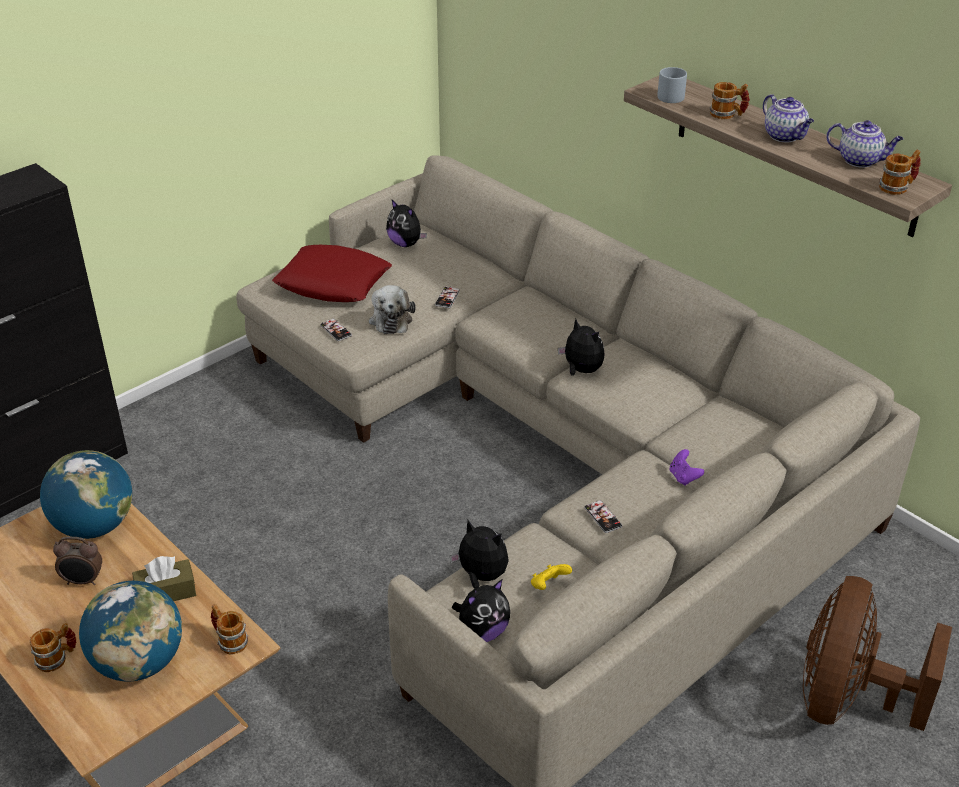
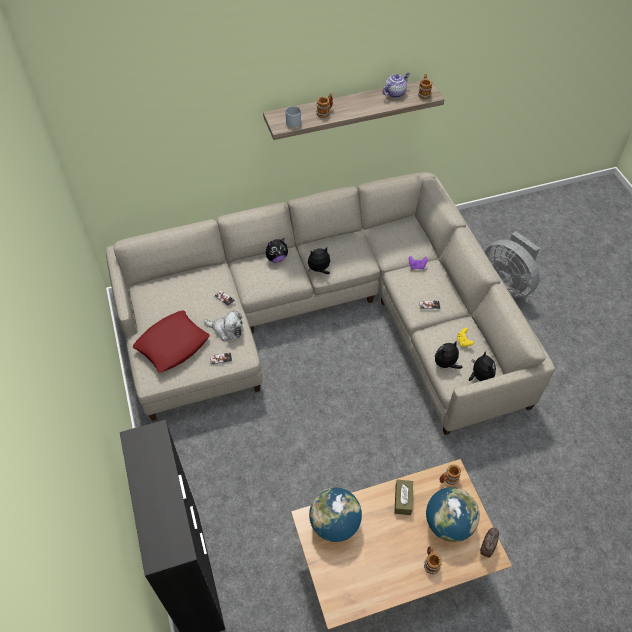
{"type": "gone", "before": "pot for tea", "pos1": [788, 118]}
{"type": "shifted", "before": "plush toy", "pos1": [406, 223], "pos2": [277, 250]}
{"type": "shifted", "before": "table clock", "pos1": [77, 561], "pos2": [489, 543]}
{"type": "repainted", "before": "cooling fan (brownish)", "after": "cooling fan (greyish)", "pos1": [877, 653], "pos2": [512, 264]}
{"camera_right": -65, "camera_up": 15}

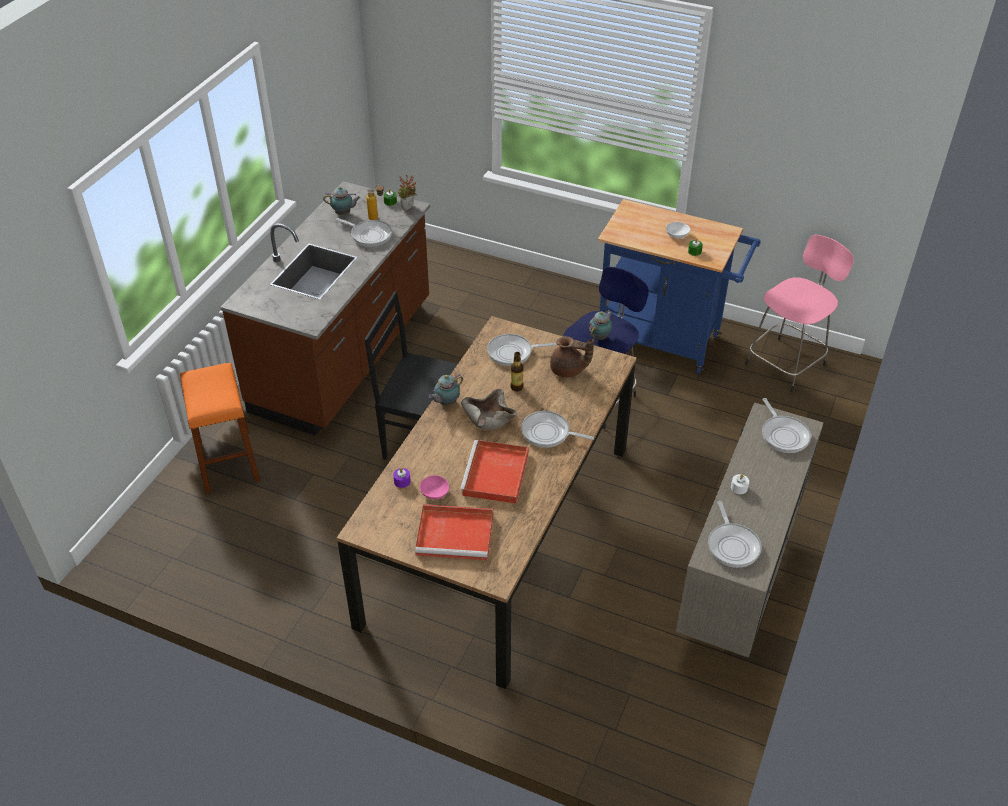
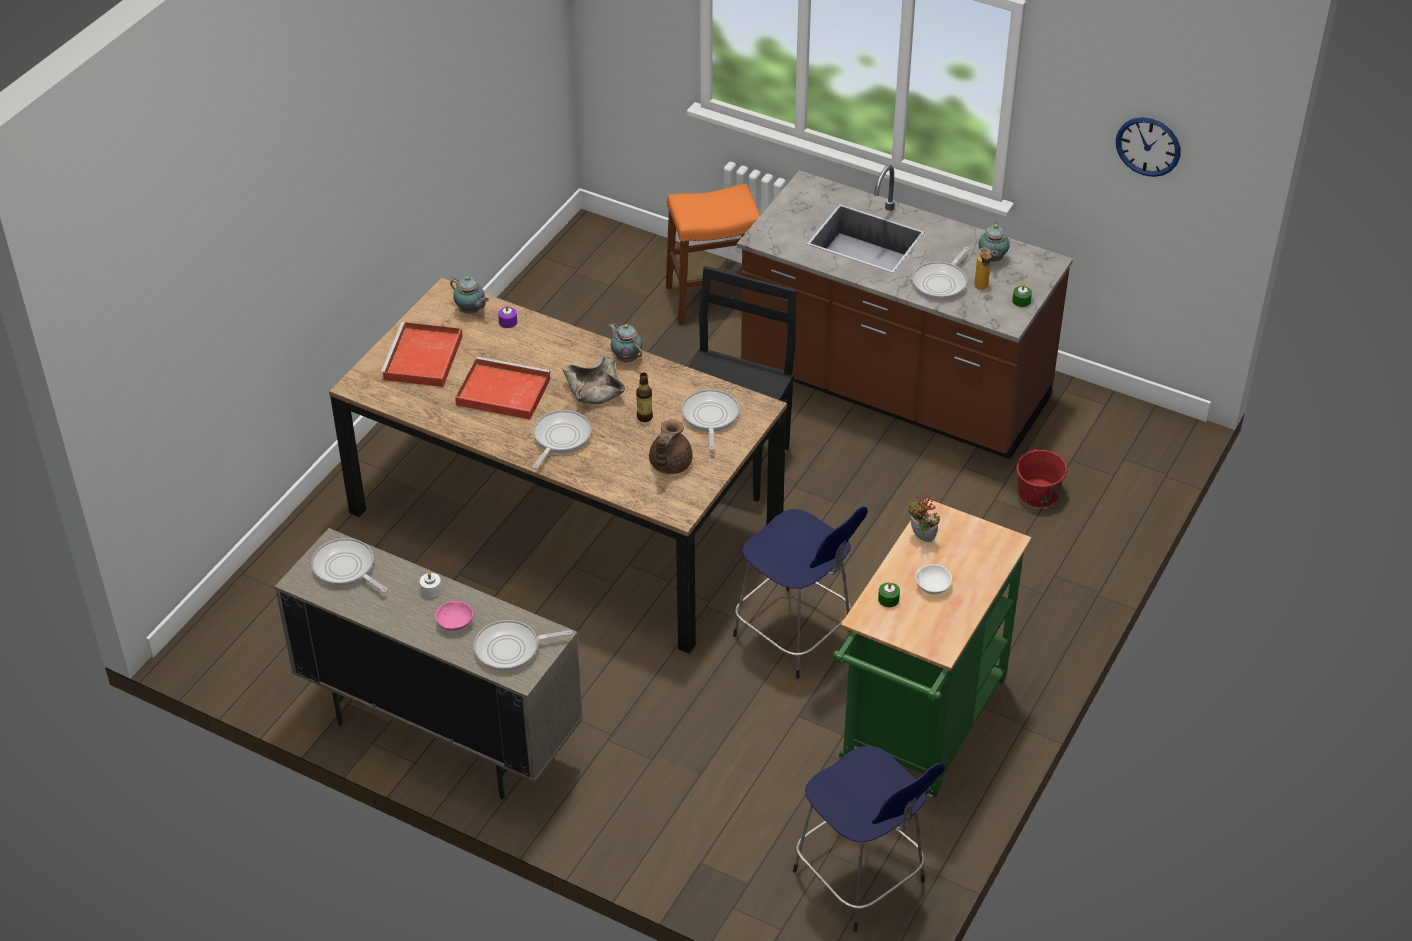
{"type": "shifted", "before": "houseplant", "pos1": [407, 193], "pos2": [924, 515]}
{"type": "repainted", "before": "wheeled cart (blue-coloured)", "after": "wheeled cart (green)", "pos1": [679, 286], "pos2": [932, 648]}
{"type": "repainted", "before": "sitting stool (pink)", "after": "sitting stool (blue-coloured)", "pos1": [799, 313], "pos2": [869, 838]}
{"type": "shifted", "before": "pot for tea", "pos1": [600, 325], "pos2": [469, 295]}
{"type": "shifted", "before": "bowl (pink)", "pos1": [434, 487], "pos2": [454, 616]}
{"type": "rotated", "before": "skillet", "pos1": [735, 534], "pos2": [349, 565], "turn": 45}
{"type": "new", "after": "clock on the wall", "pos2": [1148, 147]}
{"type": "new", "after": "pail (red)", "pos2": [1041, 478]}
{"camera_right": 95, "camera_up": 0}

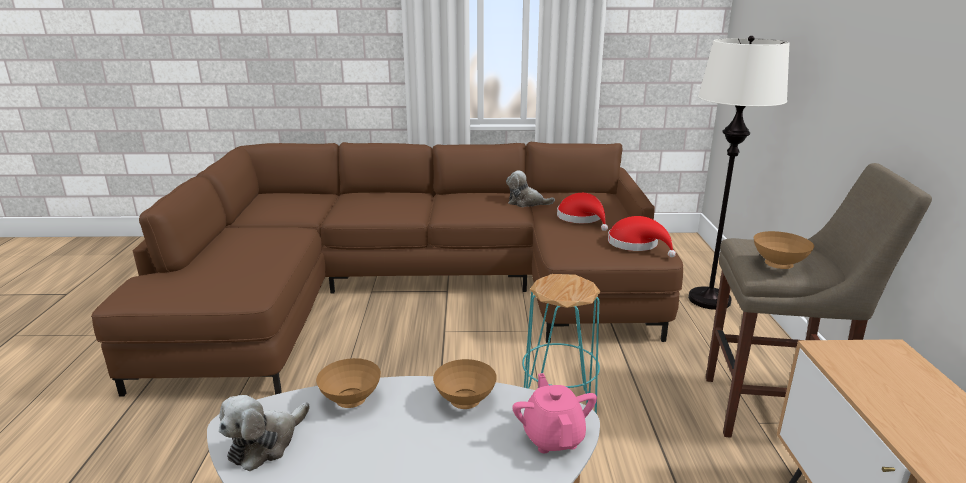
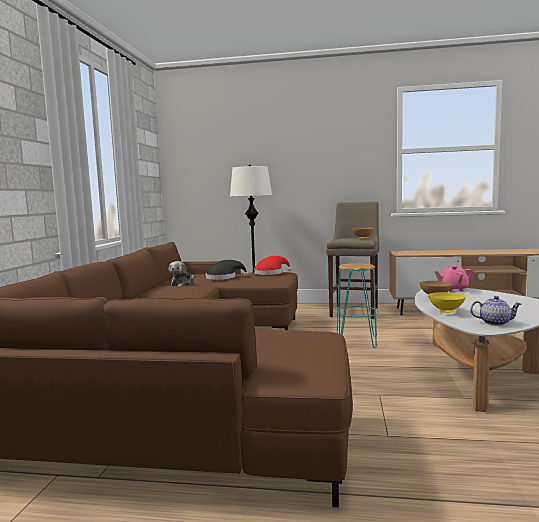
{"type": "repainted", "before": "hat (red)", "after": "hat (black)", "pos1": [582, 212], "pos2": [227, 270]}
{"type": "repainted", "before": "bowl (brownish)", "after": "bowl (yellowish)", "pos1": [348, 383], "pos2": [447, 302]}
{"type": "swapped", "before": "plush toy", "after": "pot for tea", "pos1": [264, 433], "pos2": [496, 311]}
{"camera_right": -80, "camera_up": -15}

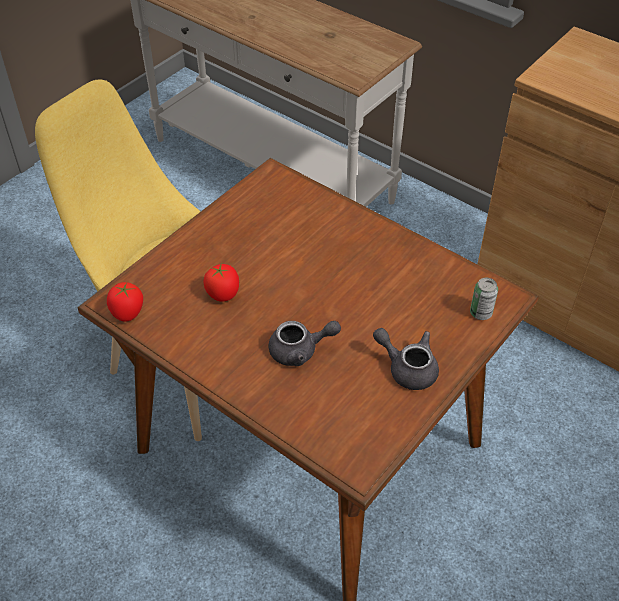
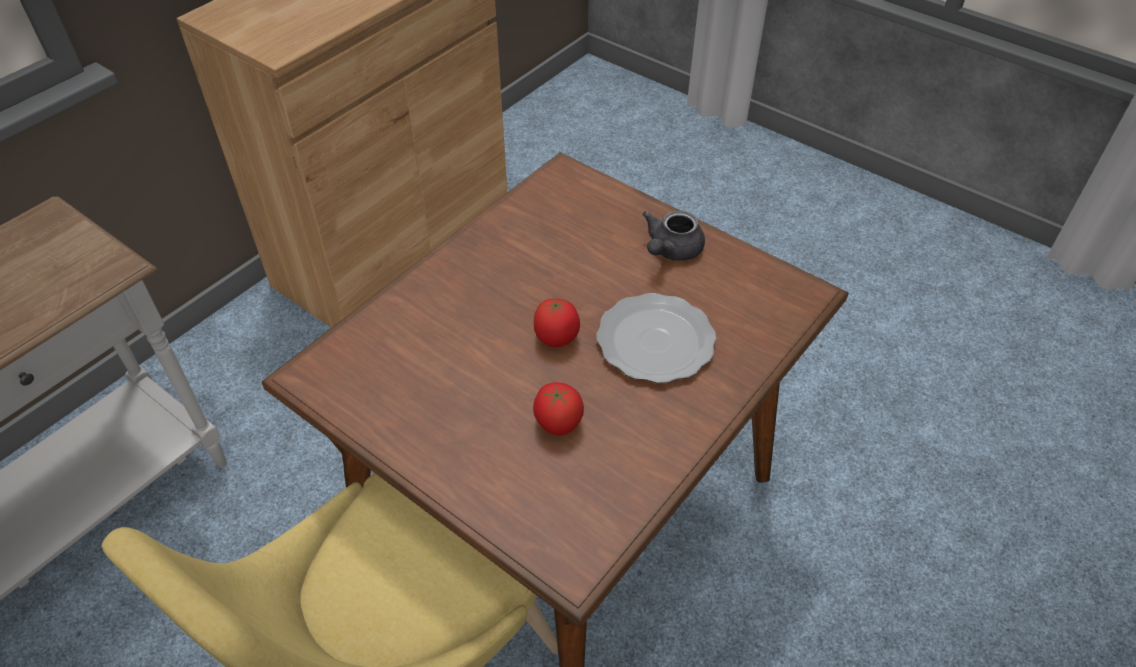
{"type": "gone", "before": "metal can", "pos1": [484, 299]}
{"type": "shifted", "before": "whole tomato", "pos1": [125, 302], "pos2": [557, 321]}
{"type": "swapped", "before": "pot for tea (greyish)", "after": "flat dish", "pos1": [305, 343], "pos2": [656, 338]}
{"camera_right": -90, "camera_up": 0}

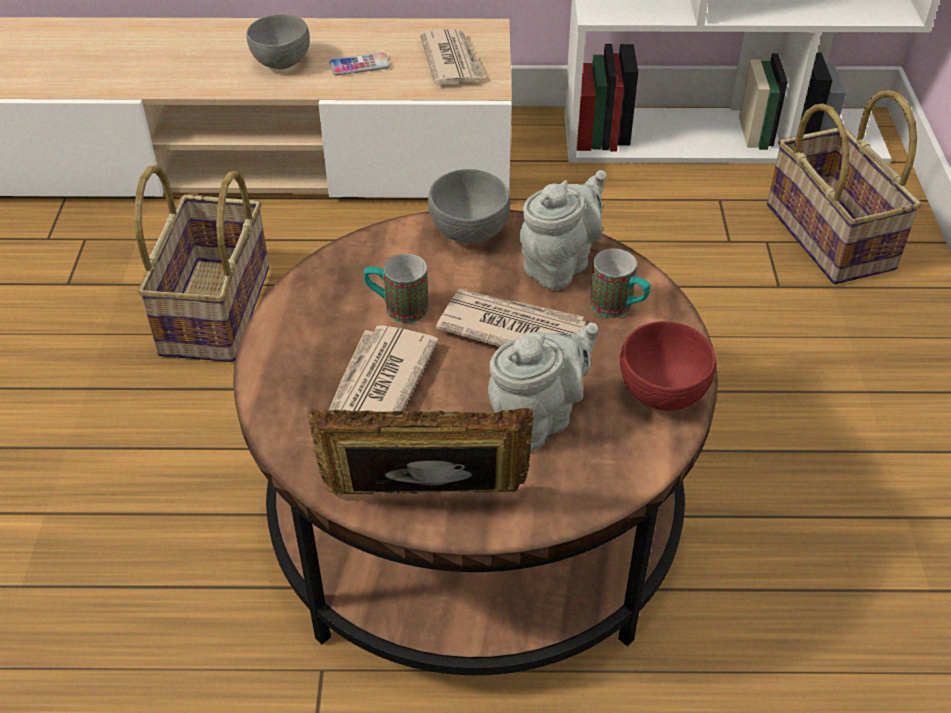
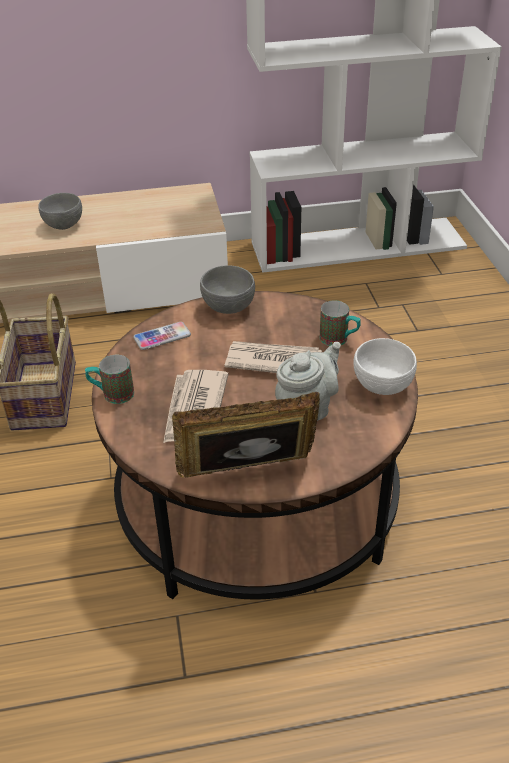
{"type": "gone", "before": "newspaper", "pos1": [453, 57]}
{"type": "shifted", "before": "telephone", "pos1": [359, 63], "pos2": [162, 336]}
{"type": "gone", "before": "storage basket", "pos1": [844, 187]}
{"type": "gone", "before": "pot for tea (greyish)", "pos1": [563, 230]}
{"type": "shifted", "before": "mug", "pos1": [396, 288], "pos2": [109, 379]}
{"type": "repainted", "before": "bowl (red)", "after": "bowl (white)", "pos1": [668, 366], "pos2": [385, 366]}
{"camera_right": -10, "camera_up": -5}

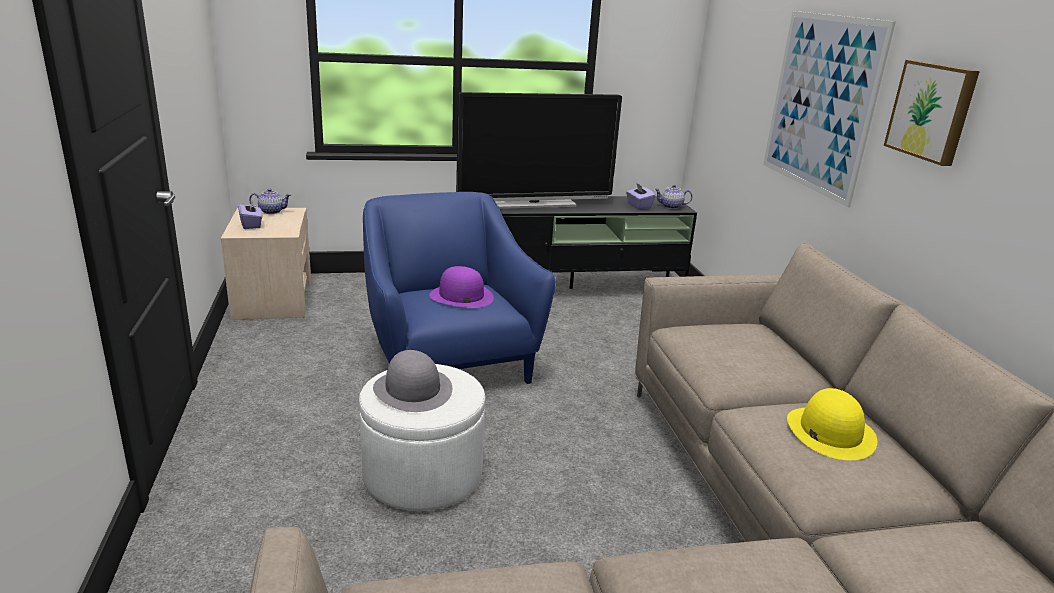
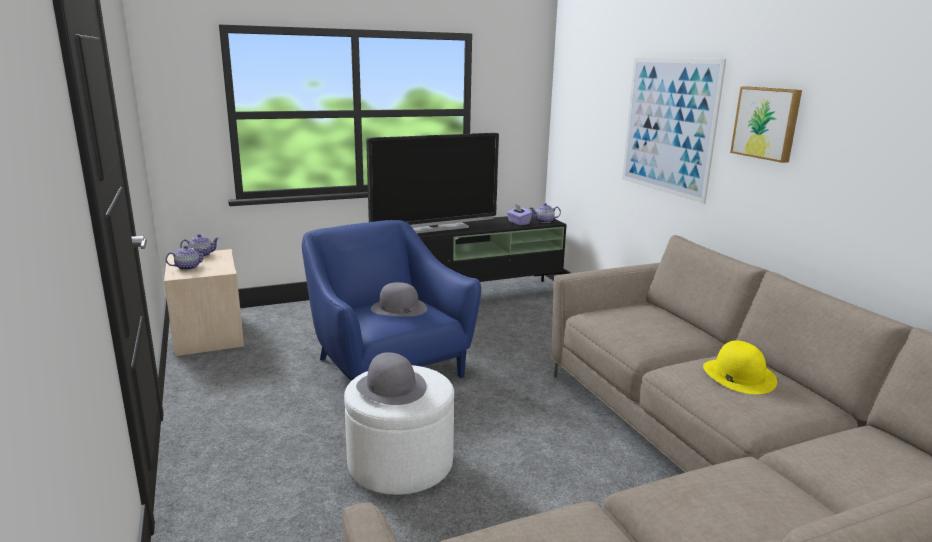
{"type": "swapped", "before": "tissue box (purplish)", "after": "pot for tea", "pos1": [250, 214], "pos2": [185, 257]}
{"type": "repainted", "before": "hat (purplish)", "after": "hat (greyish)", "pos1": [461, 287], "pos2": [399, 299]}
{"camera_right": -10, "camera_up": -5}

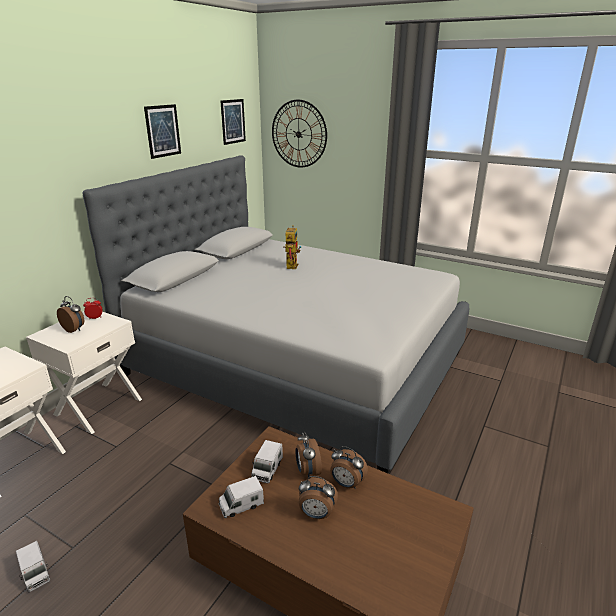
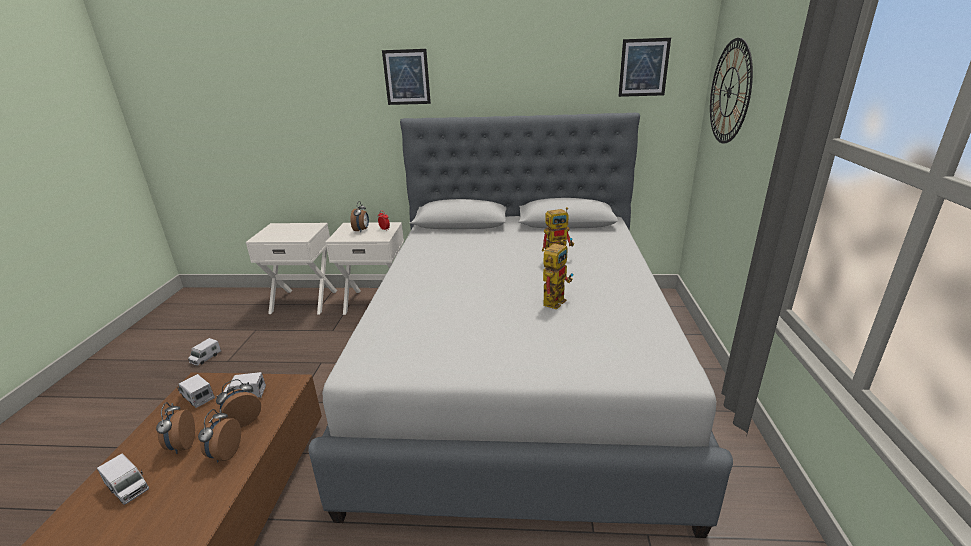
{"type": "shifted", "before": "picture", "pos1": [162, 131], "pos2": [406, 77]}
{"type": "new", "after": "robot figure", "pos2": [558, 274]}
{"type": "new", "after": "toy lorry", "pos2": [123, 479]}
{"camera_right": 65, "camera_up": 0}

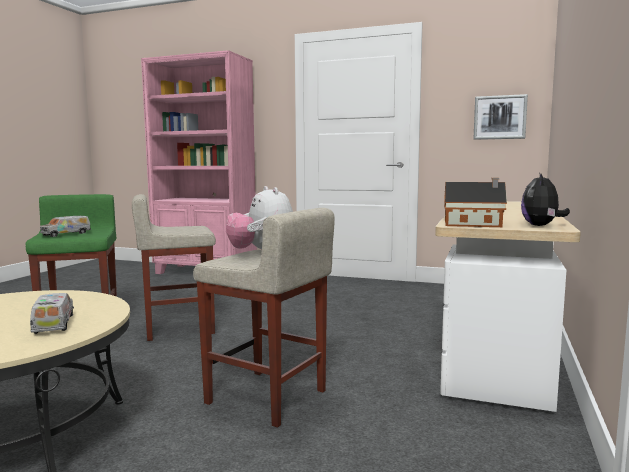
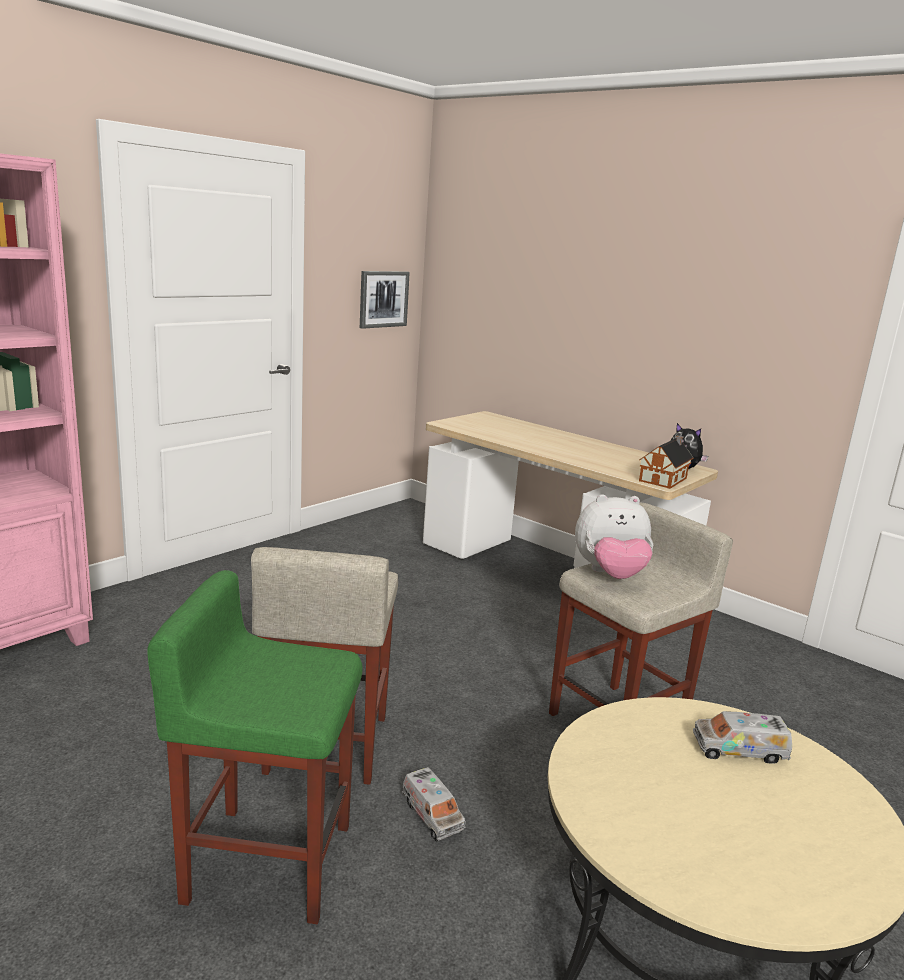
{"type": "shifted", "before": "toy lorry", "pos1": [65, 226], "pos2": [434, 804]}
{"camera_right": -70, "camera_up": 10}

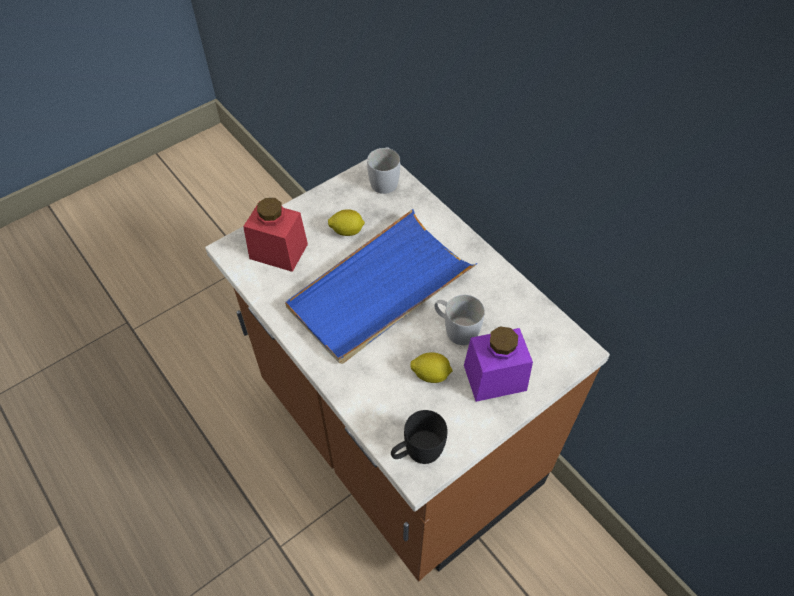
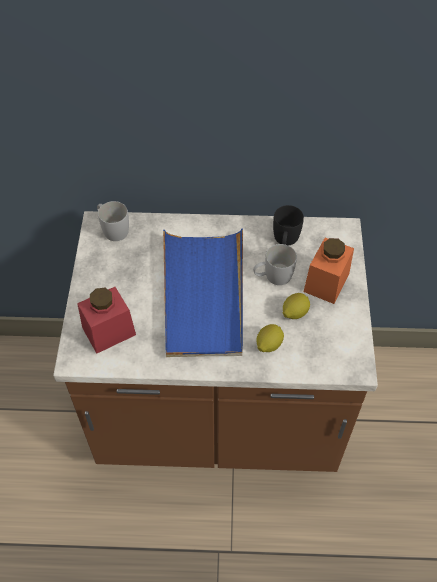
{"type": "shifted", "before": "citrus fruit", "pos1": [346, 222], "pos2": [270, 338]}
{"type": "repainted", "before": "jar (purplish)", "after": "jar (orangey)", "pos1": [498, 364], "pos2": [328, 271]}
{"type": "shifted", "before": "mug (black)", "pos1": [419, 437], "pos2": [288, 225]}
{"camera_right": -50, "camera_up": 0}

